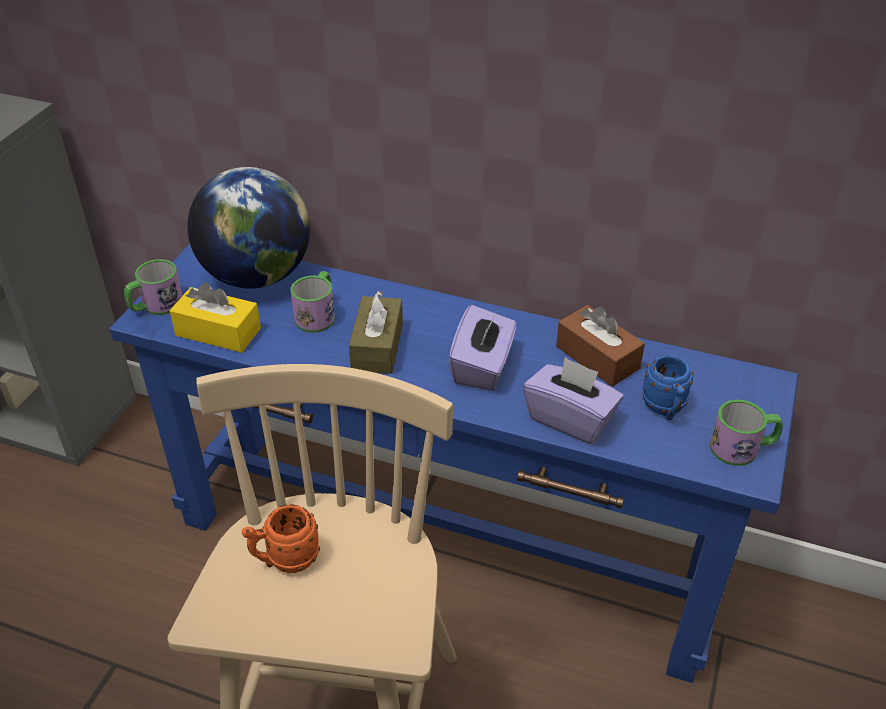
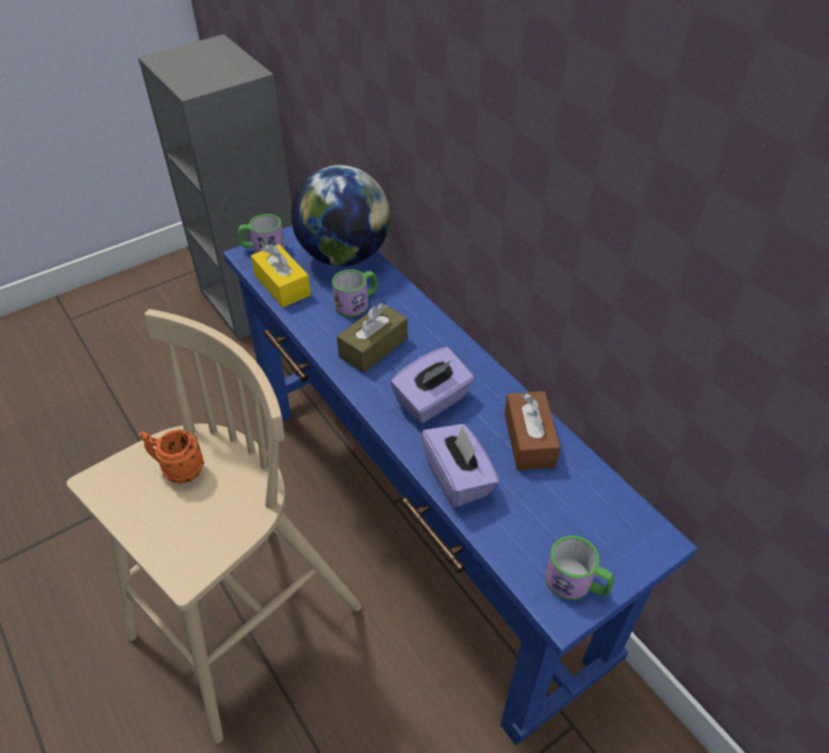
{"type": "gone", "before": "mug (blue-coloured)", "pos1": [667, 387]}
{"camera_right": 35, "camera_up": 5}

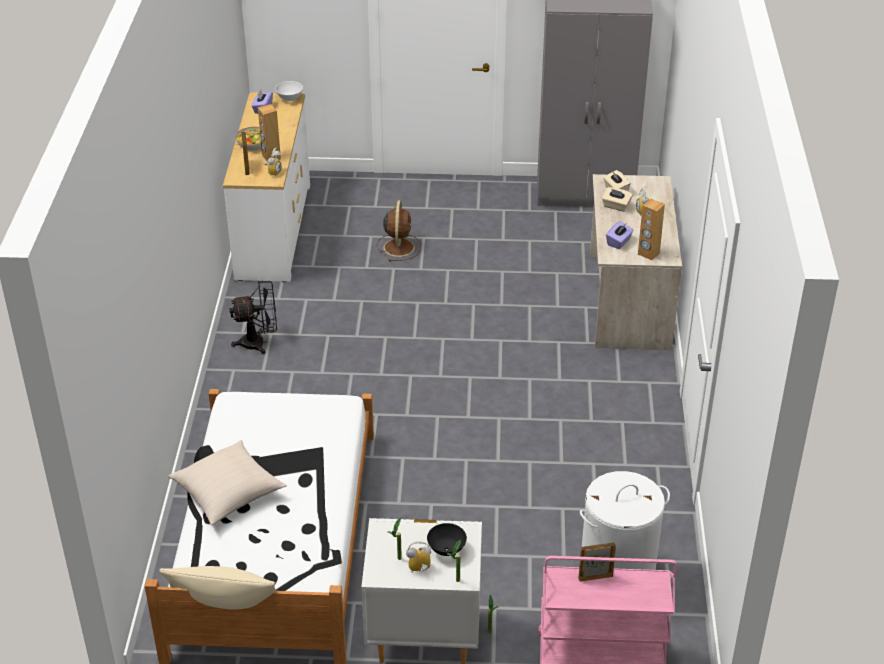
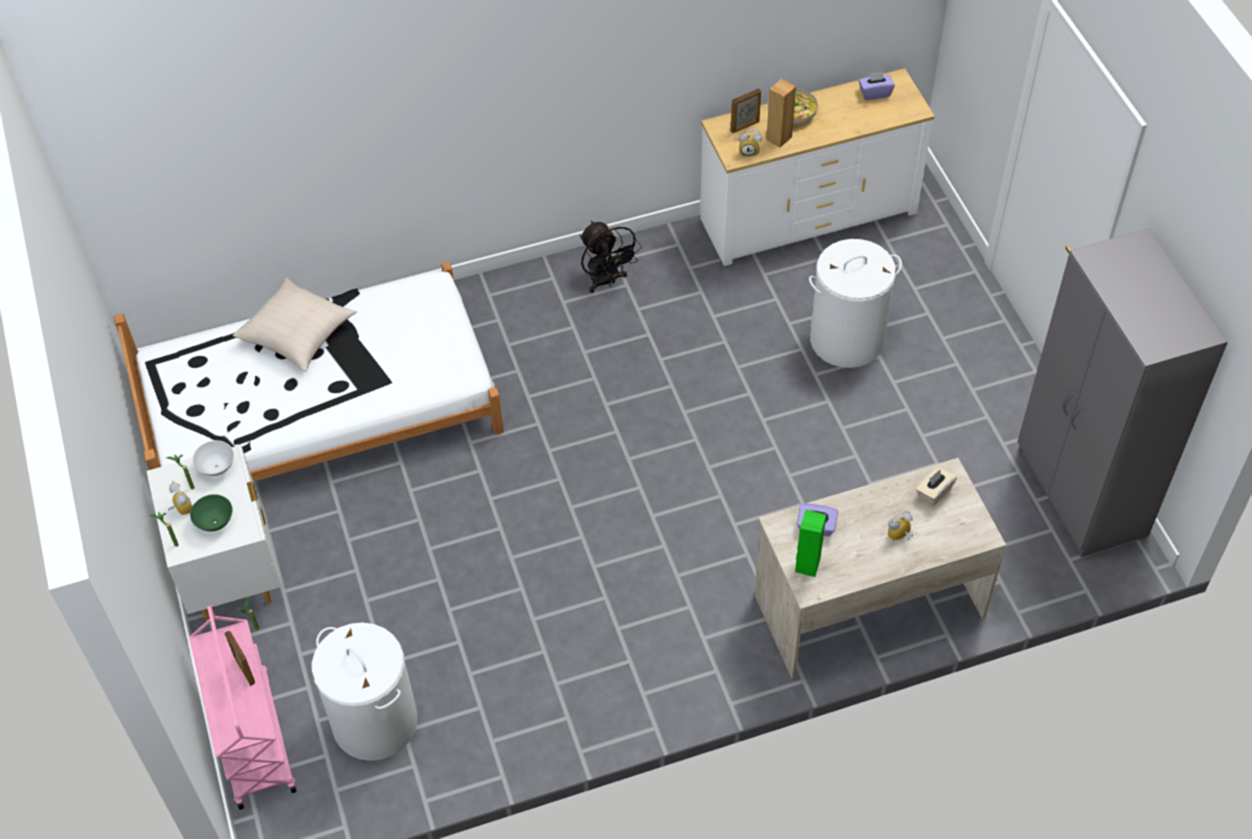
{"type": "shifted", "before": "bowl (white)", "pos1": [289, 91], "pos2": [213, 458]}
{"type": "gone", "before": "tissue box (beige-coloured)", "pos1": [617, 199]}
{"type": "repainted", "before": "speaker (brownish)", "after": "speaker (green)", "pos1": [651, 229], "pos2": [810, 543]}
{"type": "swapped", "before": "cooling fan (brownish)", "after": "washing basket (white)", "pos1": [399, 230], "pos2": [855, 303]}
{"type": "repainted", "before": "bowl (black)", "after": "bowl (green)", "pos1": [447, 539], "pos2": [211, 512]}
{"type": "gone", "before": "pillow (beige-coloured)", "pos1": [217, 588]}
{"camera_right": 70, "camera_up": 15}

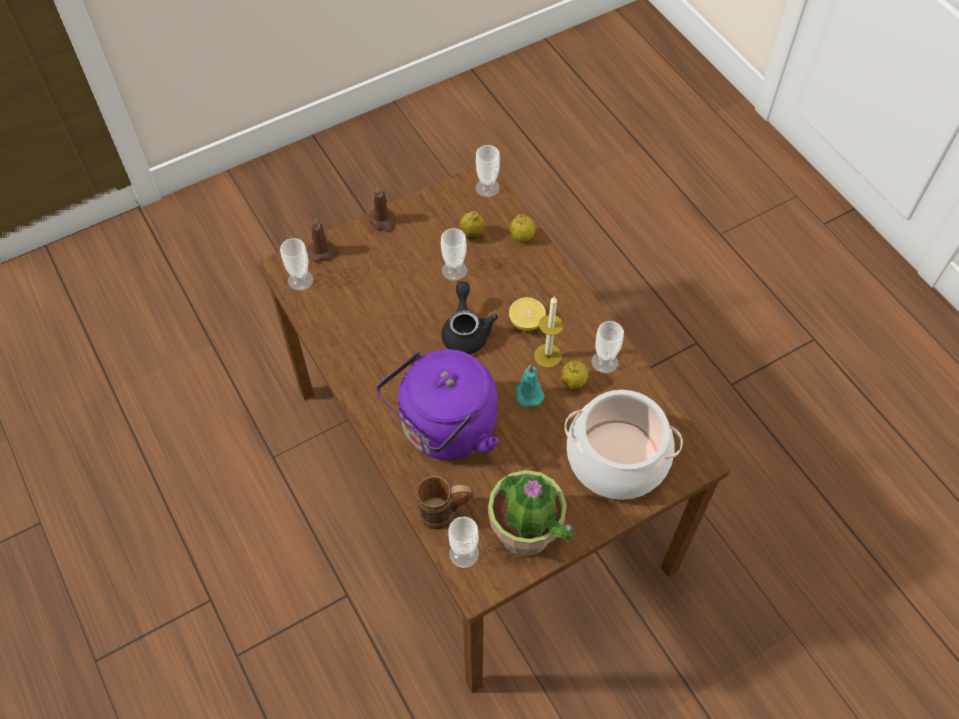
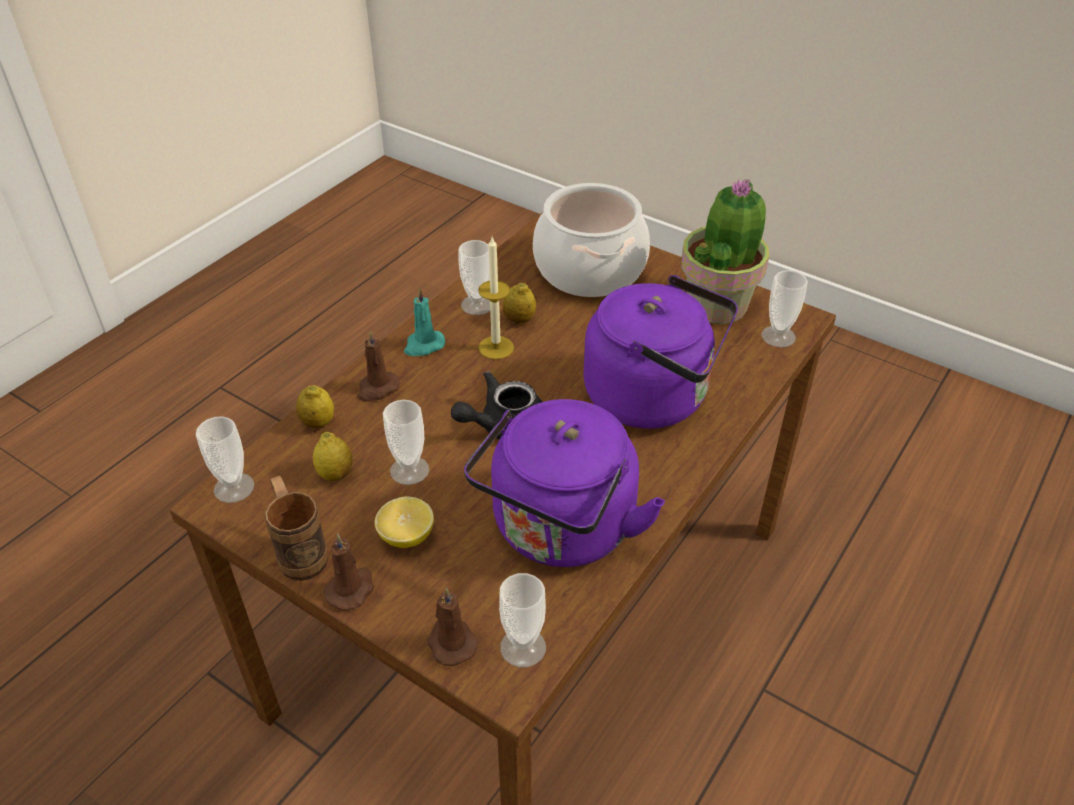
{"type": "shifted", "before": "citrus fruit", "pos1": [527, 314], "pos2": [404, 522]}
{"type": "shifted", "before": "wax candle (turquoise)", "pos1": [530, 385], "pos2": [424, 322]}
{"type": "shifted", "before": "mug (brownish)", "pos1": [444, 502], "pos2": [297, 528]}
{"type": "new", "after": "wax candle (brownish)", "pos2": [378, 365]}
{"type": "new", "after": "tea kettle (purplish)", "pos2": [564, 483]}
{"camera_right": -115, "camera_up": -15}

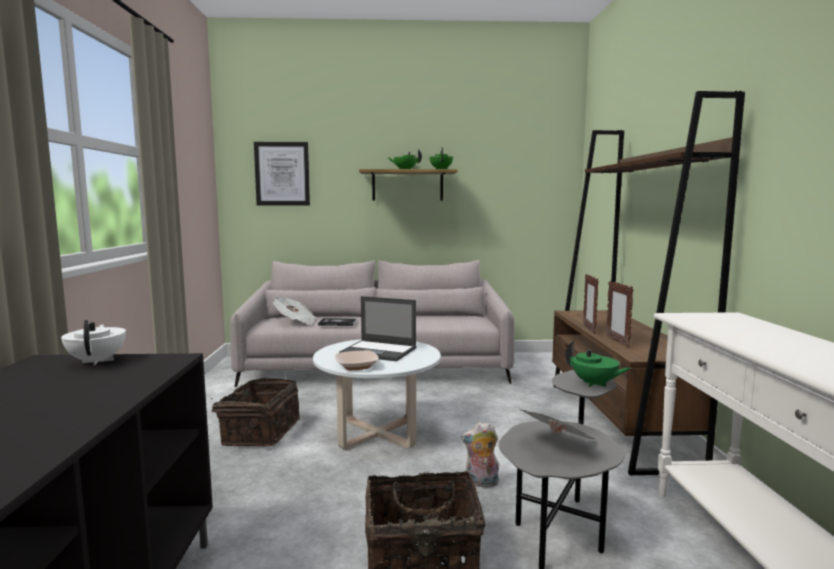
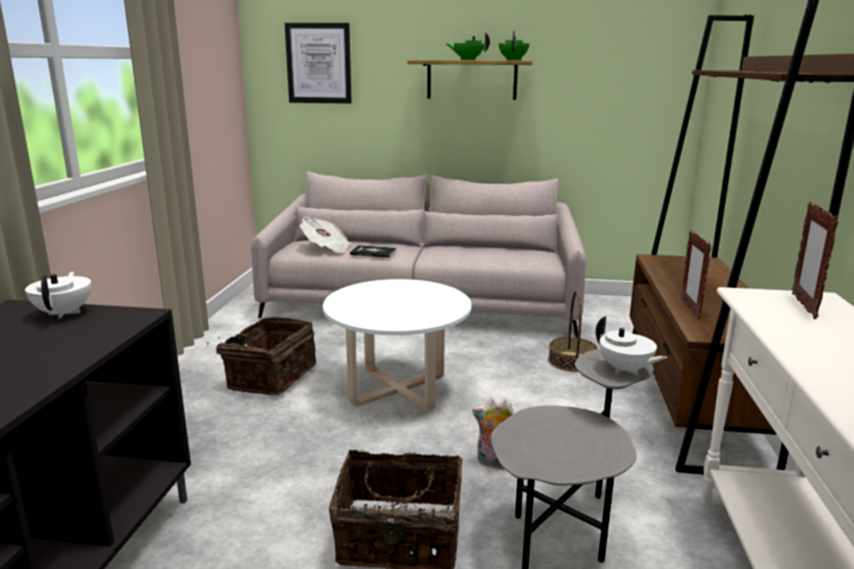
{"type": "shifted", "before": "standing frame", "pos1": [591, 304], "pos2": [815, 260]}
{"type": "gone", "before": "laptop", "pos1": [377, 328]}
{"type": "repainted", "before": "pot for tea (green)", "after": "pot for tea (white)", "pos1": [598, 364], "pos2": [631, 345]}
{"type": "gone", "before": "bowl", "pos1": [357, 360]}
{"type": "gone", "before": "newspaper", "pos1": [558, 425]}
{"type": "new", "after": "storage basket", "pos2": [573, 331]}
{"camera_right": 10, "camera_up": 10}

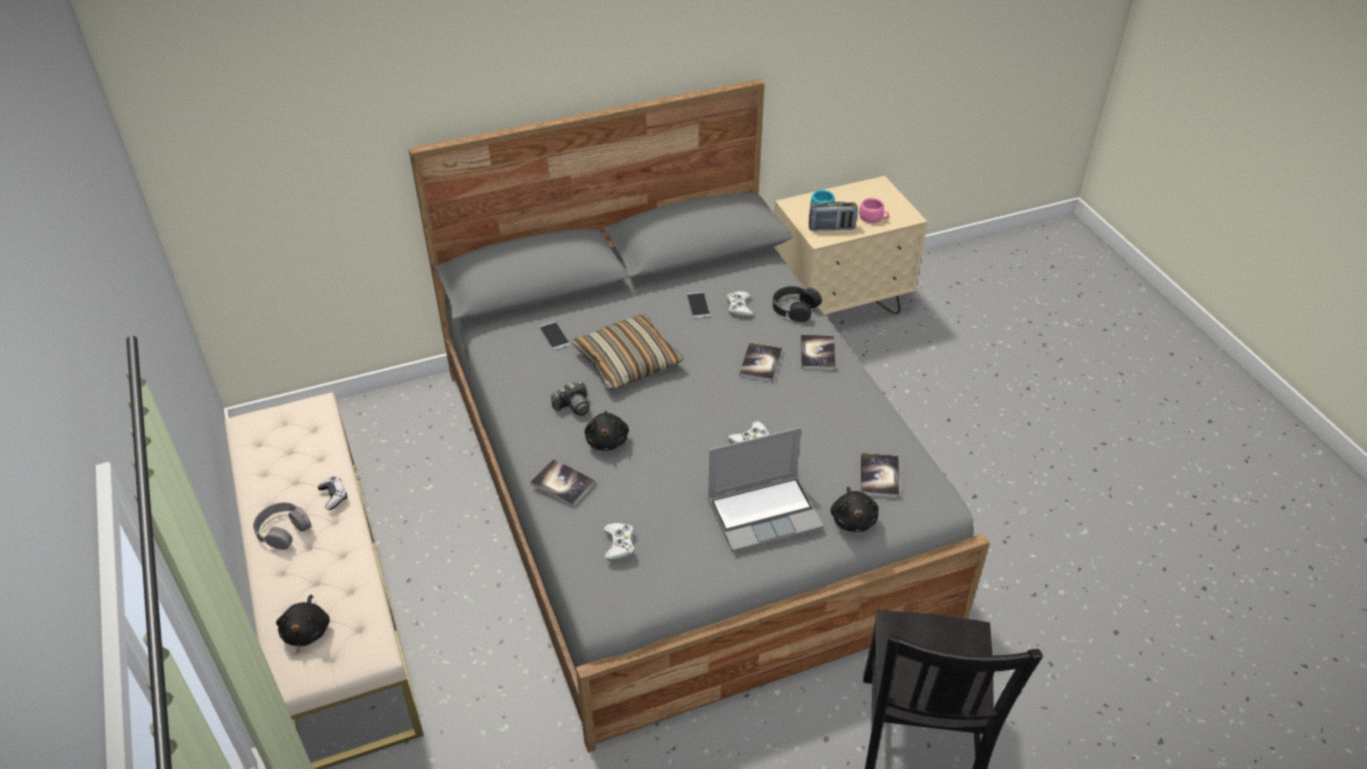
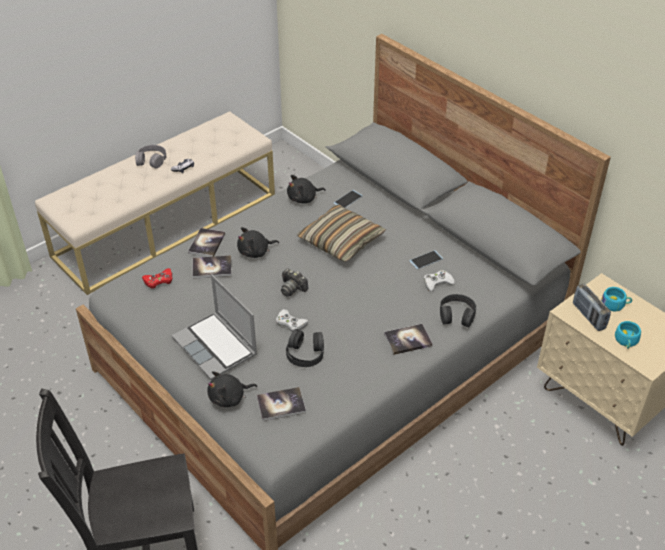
{"type": "repainted", "before": "cup (pink)", "after": "cup (turquoise)", "pos1": [874, 210], "pos2": [628, 335]}
{"type": "shifted", "before": "volume", "pos1": [760, 362], "pos2": [212, 267]}
{"type": "shifted", "before": "still camera", "pos1": [570, 398], "pos2": [294, 282]}
{"type": "repainted", "before": "game controller (white)", "after": "game controller (red)", "pos1": [619, 542], "pos2": [157, 278]}
{"type": "shifted", "before": "plush toy (black)", "pos1": [303, 621], "pos2": [306, 189]}
{"type": "new", "after": "headphones (black)", "pos2": [305, 348]}
{"camera_right": 70, "camera_up": 0}

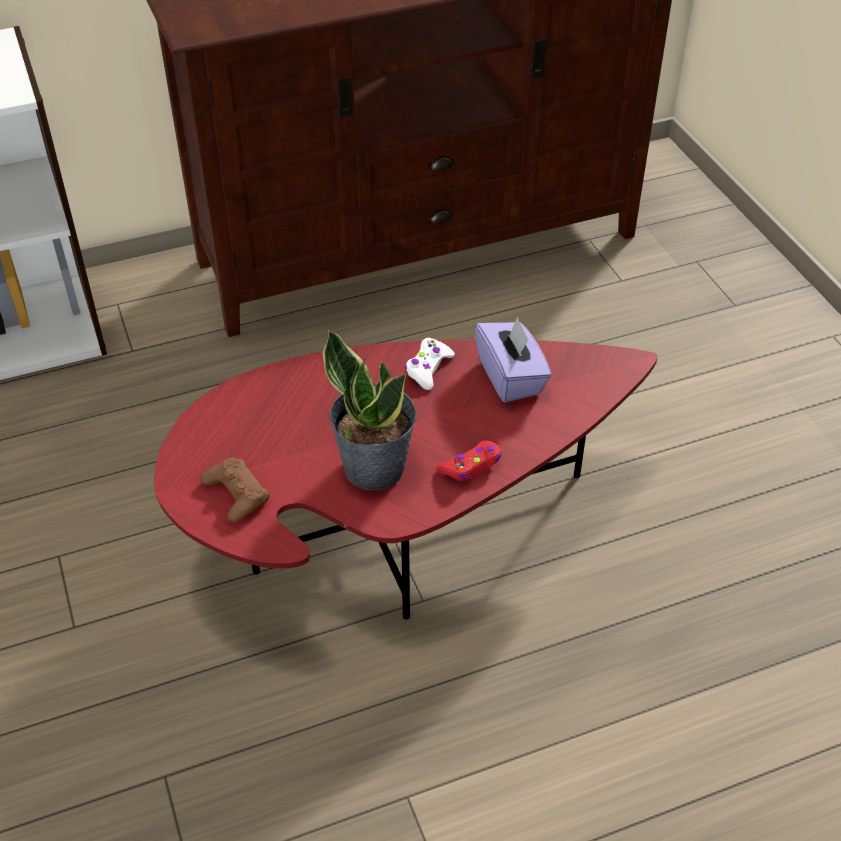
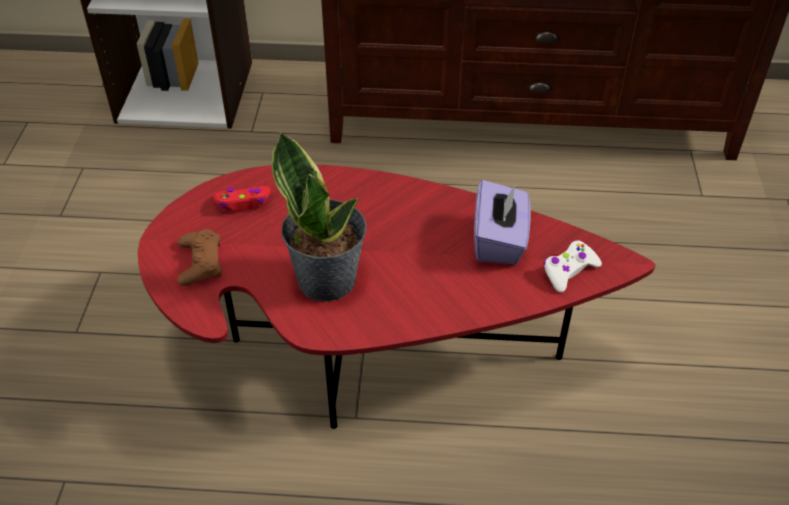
{"type": "shifted", "before": "game controller (white)", "pos1": [430, 364], "pos2": [572, 267]}
{"type": "shifted", "before": "game controller (red)", "pos1": [469, 460], "pos2": [242, 198]}
{"camera_right": 25, "camera_up": 0}

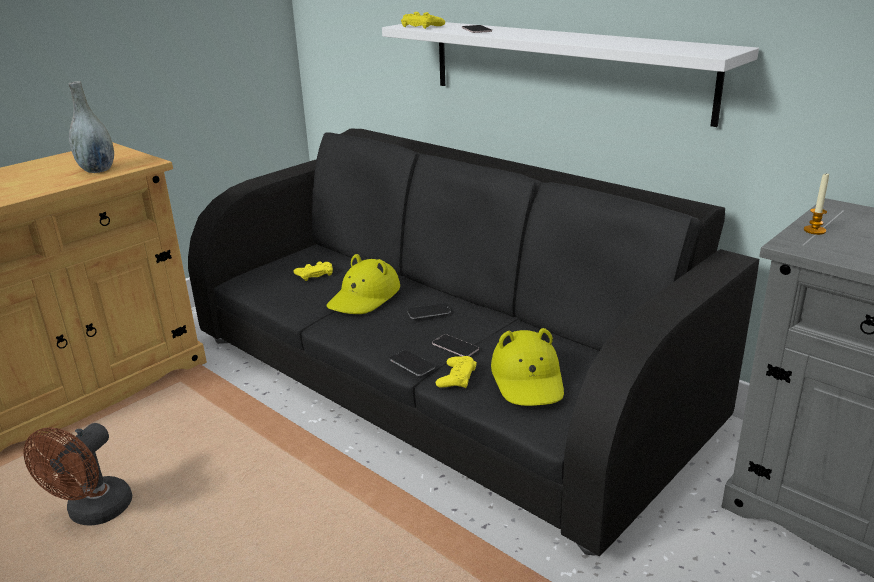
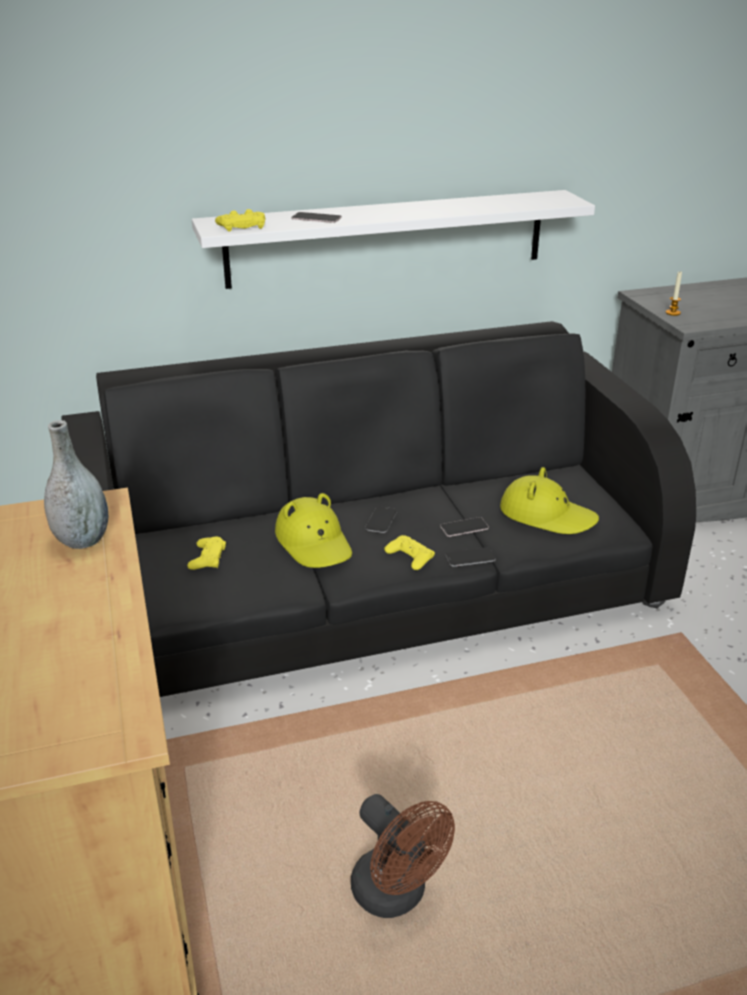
{"type": "shifted", "before": "game controller (yellowish)", "pos1": [456, 372], "pos2": [409, 552]}
{"camera_right": -60, "camera_up": 5}

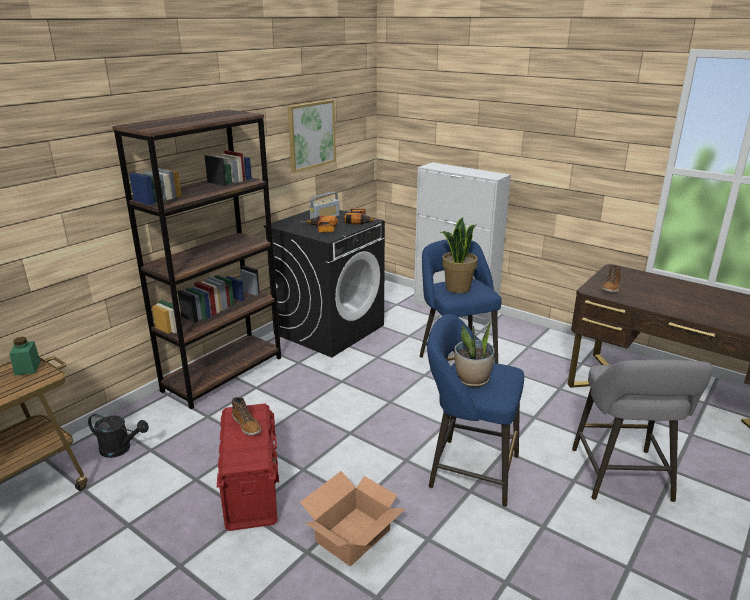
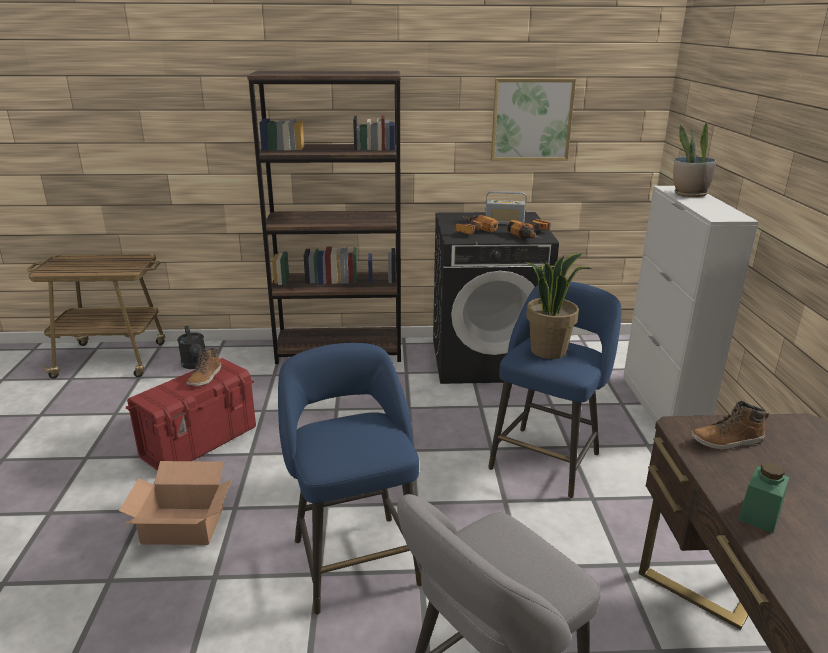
{"type": "shifted", "before": "houseplant", "pos1": [474, 354], "pos2": [694, 160]}
{"type": "shifted", "before": "jar (green)", "pos1": [25, 356], "pos2": [764, 497]}
{"camera_right": 50, "camera_up": 0}

